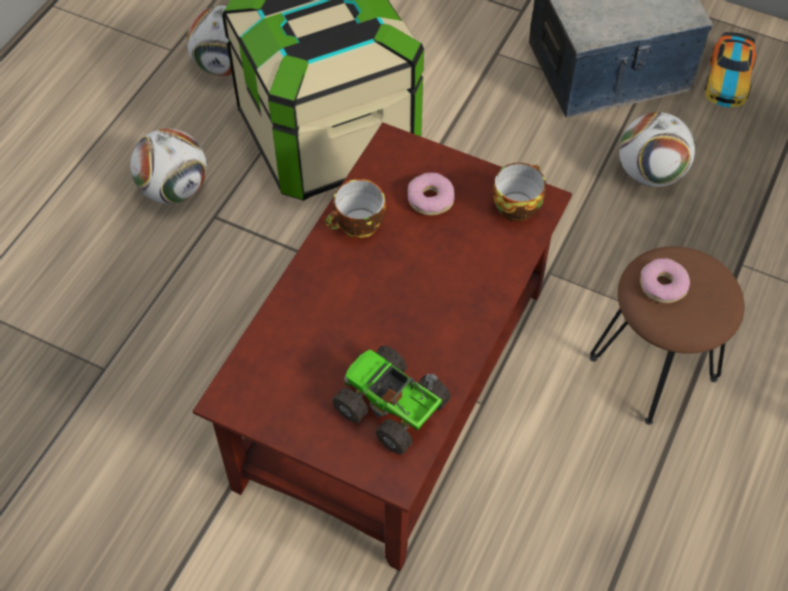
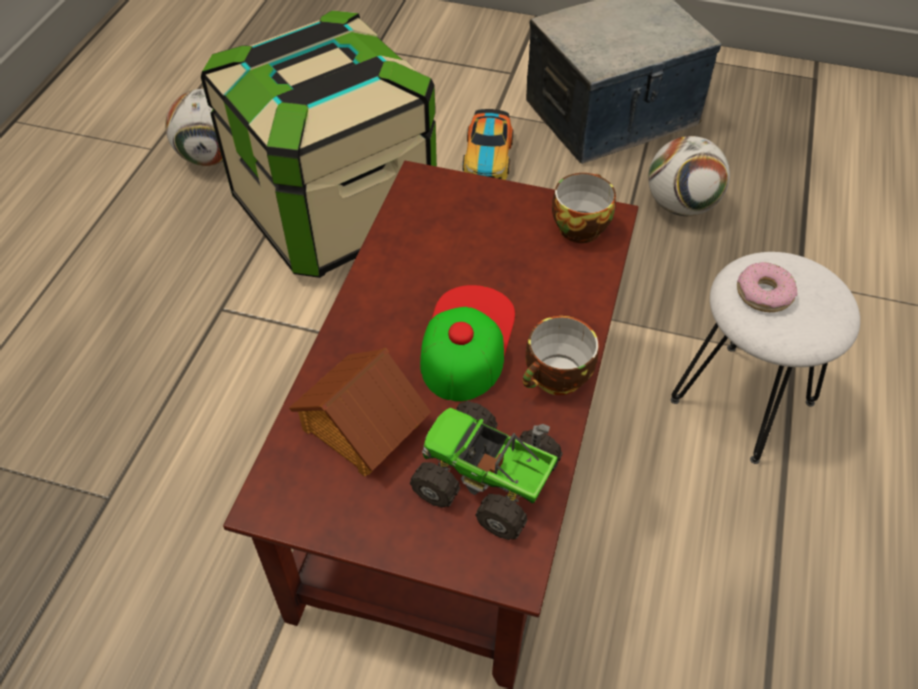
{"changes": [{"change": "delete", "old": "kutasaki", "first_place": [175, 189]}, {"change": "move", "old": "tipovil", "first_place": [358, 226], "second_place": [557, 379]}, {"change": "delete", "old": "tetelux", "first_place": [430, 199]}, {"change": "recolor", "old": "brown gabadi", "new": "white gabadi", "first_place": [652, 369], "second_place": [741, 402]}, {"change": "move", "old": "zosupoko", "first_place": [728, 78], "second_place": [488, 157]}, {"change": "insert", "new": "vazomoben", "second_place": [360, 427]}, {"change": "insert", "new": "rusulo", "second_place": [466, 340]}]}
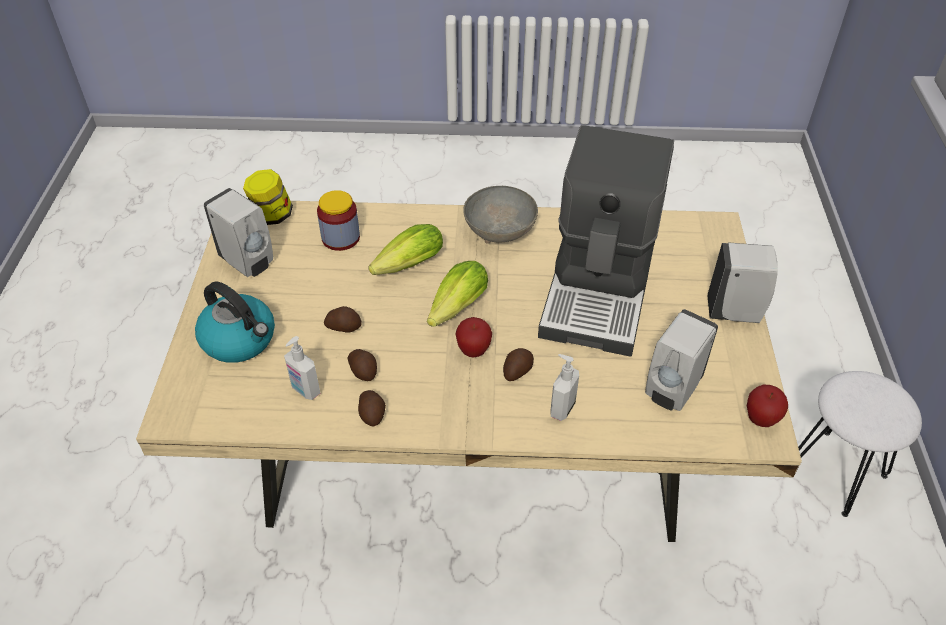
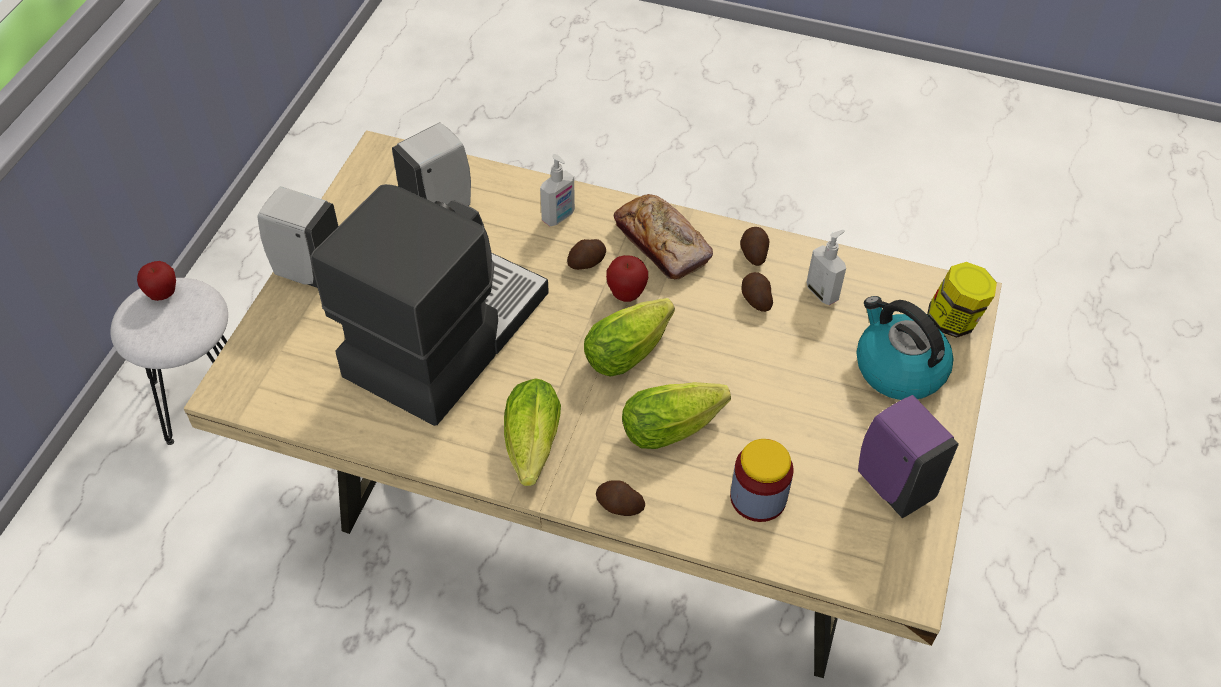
{"changes": [{"change": "recolor", "old": "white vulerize", "new": "purple vulerize", "first_place": [248, 263], "second_place": [892, 484]}, {"change": "move", "old": "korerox", "first_place": [272, 216], "second_place": [953, 321]}, {"change": "move", "old": "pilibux", "first_place": [343, 326], "second_place": [619, 506]}, {"change": "replace", "old": "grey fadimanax", "new": "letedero", "first_place": [499, 234], "second_place": [531, 449]}, {"change": "move", "old": "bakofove", "first_place": [761, 419], "second_place": [163, 294]}, {"change": "insert", "new": "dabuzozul", "second_place": [662, 244]}]}
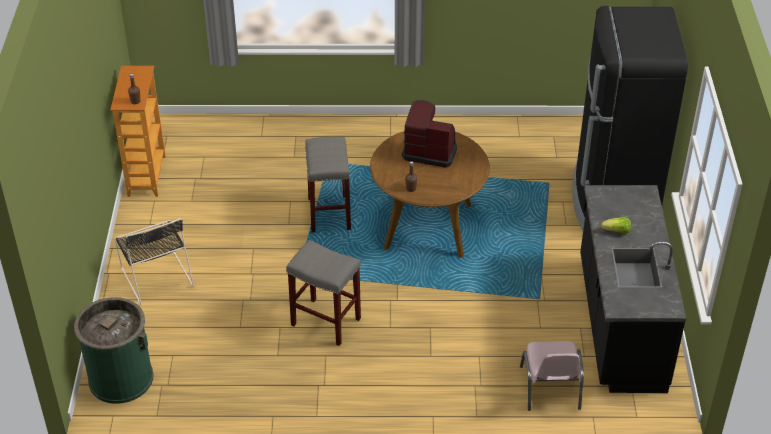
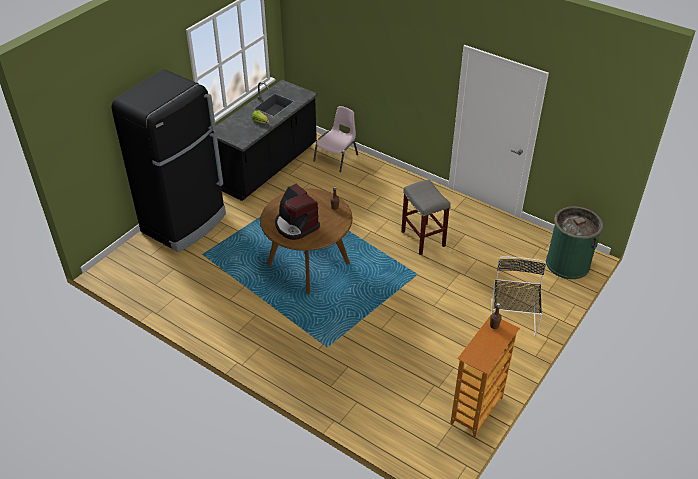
{"changes": [{"change": "delete", "old": "grey gabadi", "first_place": [328, 213]}]}
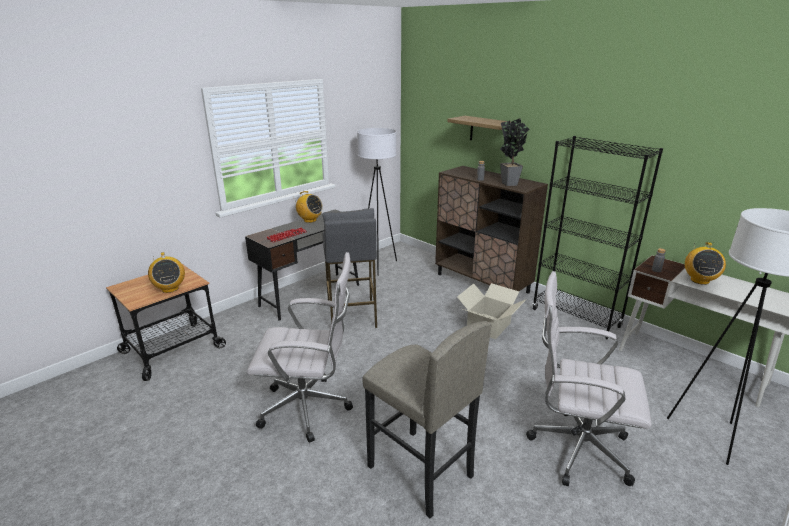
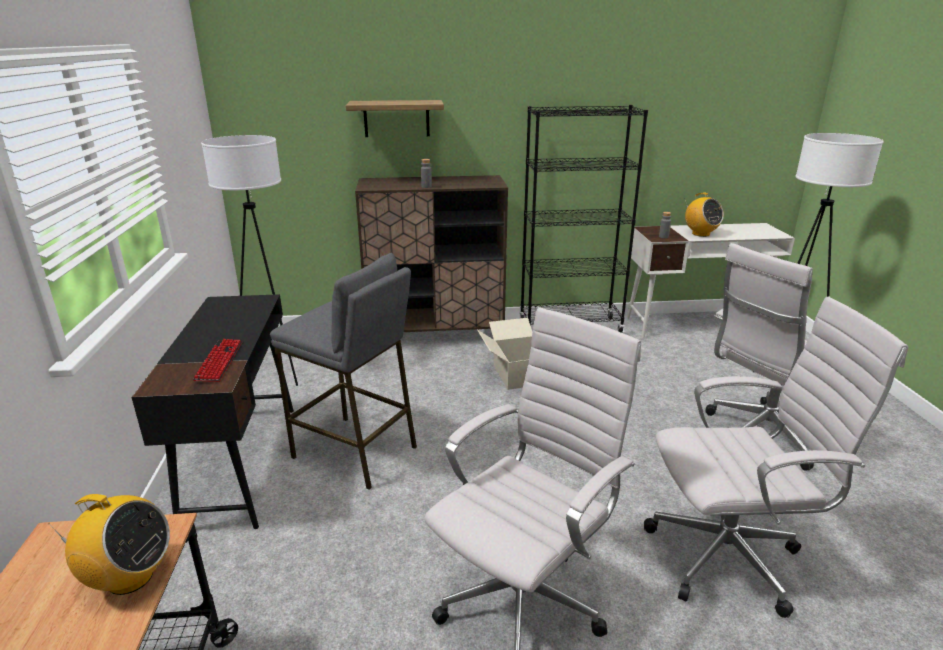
{"changes": [{"change": "delete", "old": "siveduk", "first_place": [309, 220]}, {"change": "replace", "old": "grey gabadi", "new": "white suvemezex", "first_place": [419, 472], "second_place": [731, 557]}, {"change": "delete", "old": "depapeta", "first_place": [509, 183]}]}
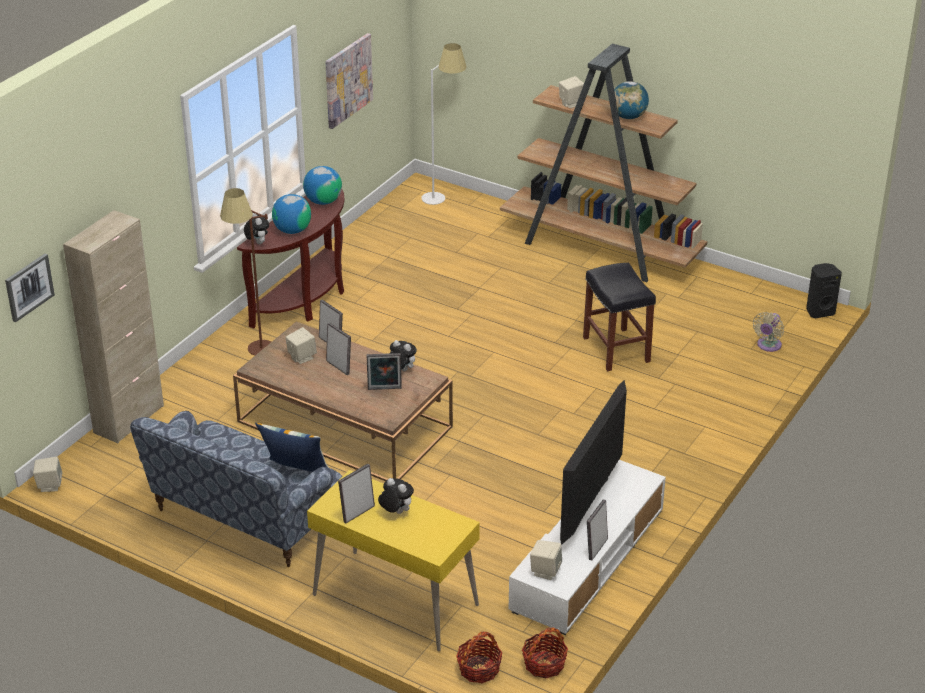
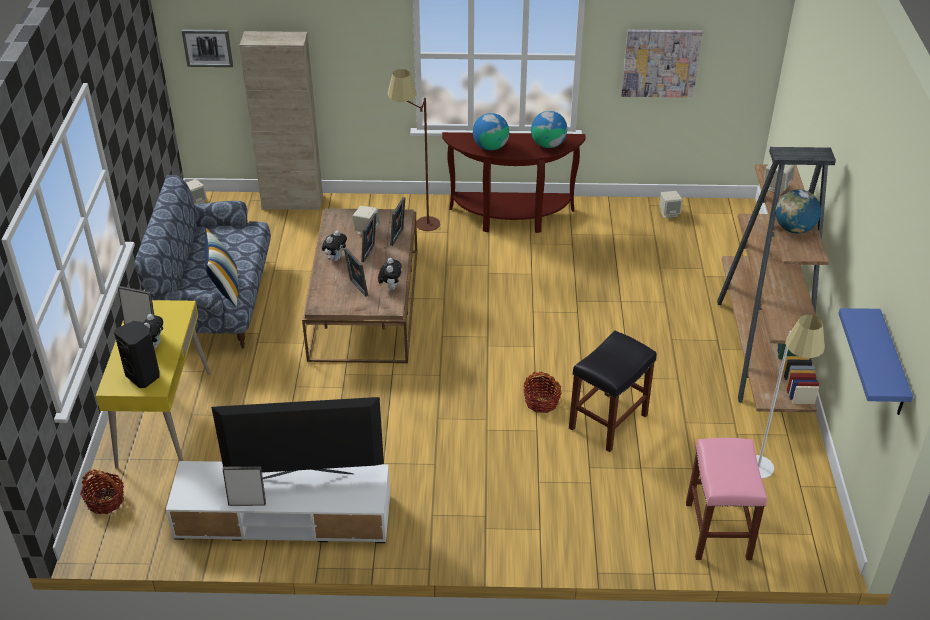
{"changes": [{"change": "move", "old": "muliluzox", "first_place": [257, 242], "second_place": [335, 258]}, {"change": "move", "old": "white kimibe", "first_place": [444, 199], "second_place": [765, 477]}, {"change": "move", "old": "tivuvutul", "first_place": [544, 664], "second_place": [541, 402]}, {"change": "move", "old": "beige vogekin", "first_place": [545, 571], "second_place": [669, 213]}, {"change": "replace", "old": "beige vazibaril", "new": "pink gabadi", "first_place": [768, 346], "second_place": [718, 532]}, {"change": "move", "old": "black vogekin", "first_place": [819, 311], "second_place": [144, 376]}, {"change": "insert", "new": "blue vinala", "second_place": [891, 365]}]}
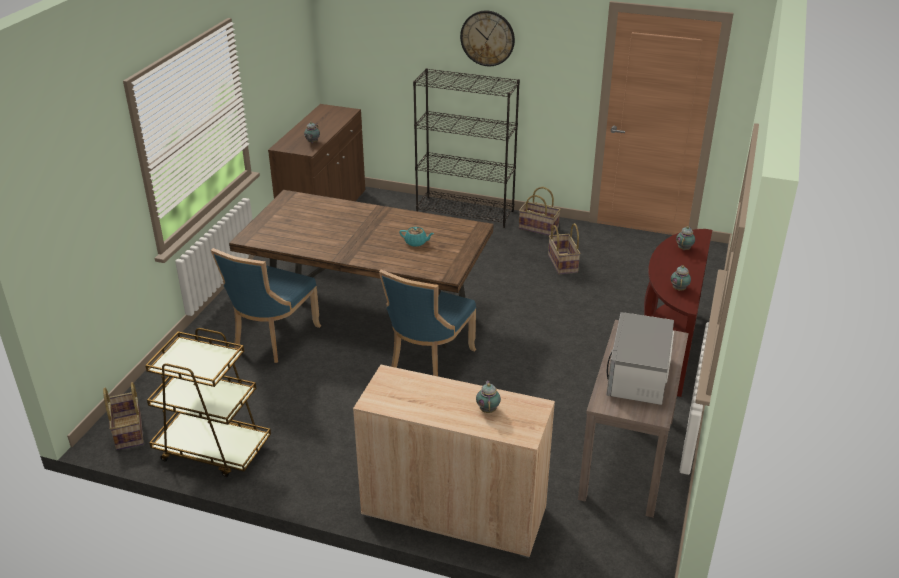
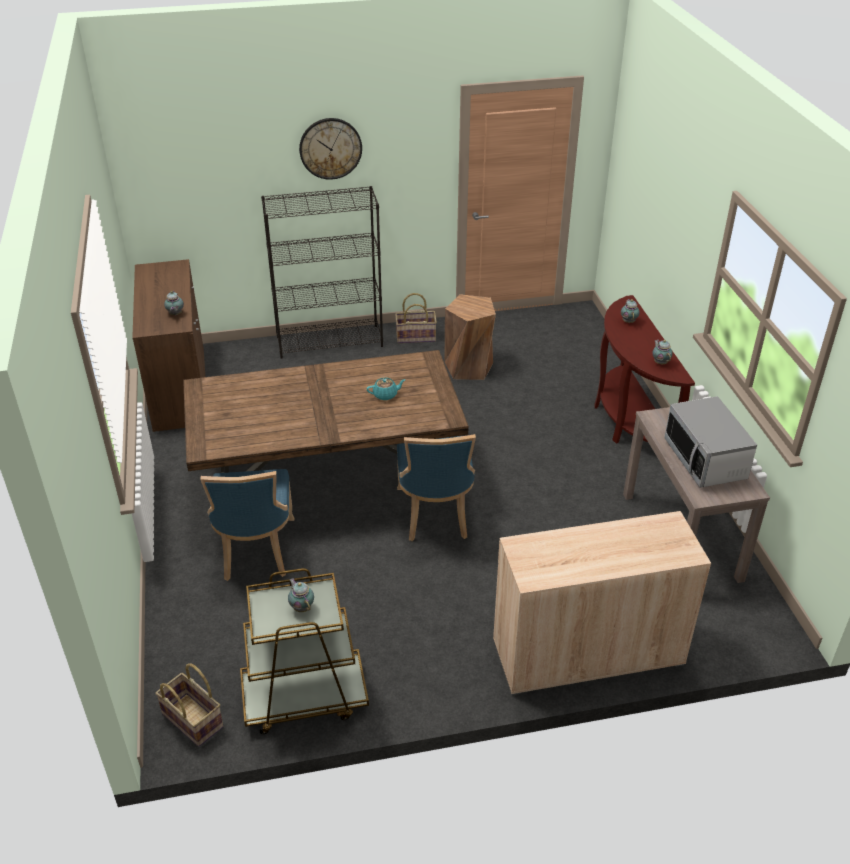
{"changes": [{"change": "move", "old": "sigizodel", "first_place": [488, 409], "second_place": [301, 607]}, {"change": "replace", "old": "tivuvutul", "new": "brown gabadi", "first_place": [562, 263], "second_place": [469, 367]}]}
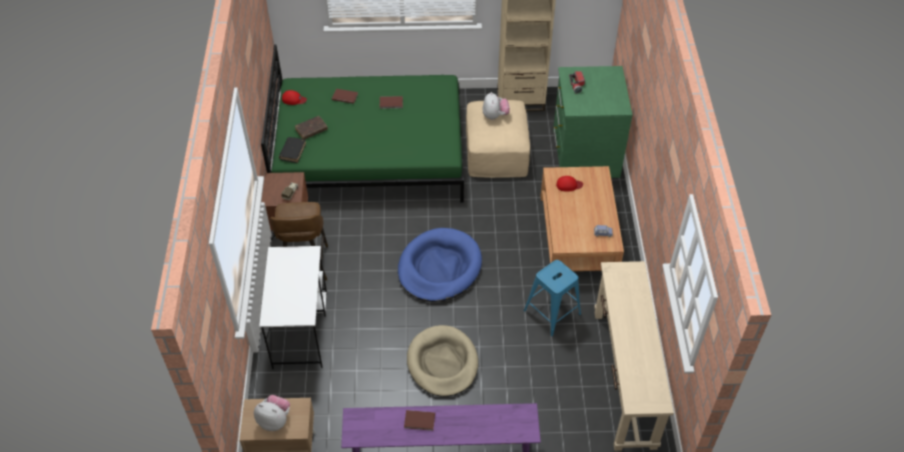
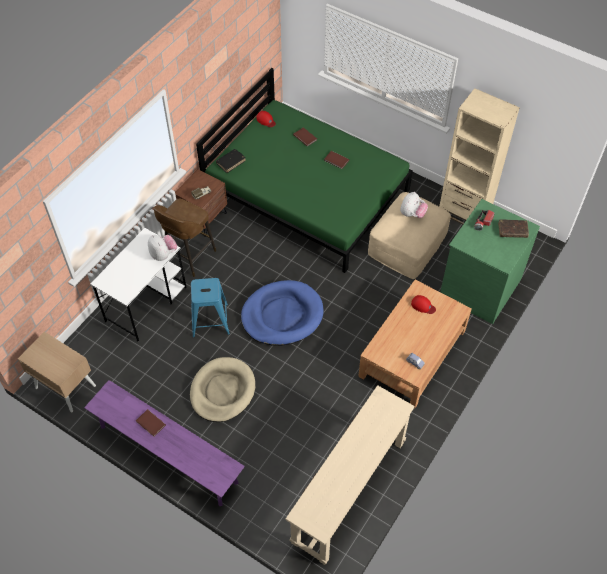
{"changes": [{"change": "move", "old": "muliluzox", "first_place": [275, 420], "second_place": [163, 254]}, {"change": "move", "old": "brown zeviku", "first_place": [311, 130], "second_place": [512, 231]}, {"change": "move", "old": "blue gabadi", "first_place": [552, 312], "second_place": [210, 320]}]}
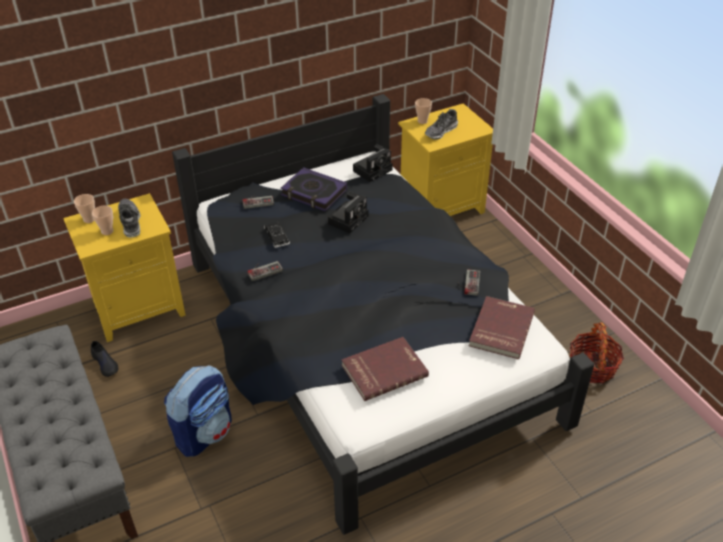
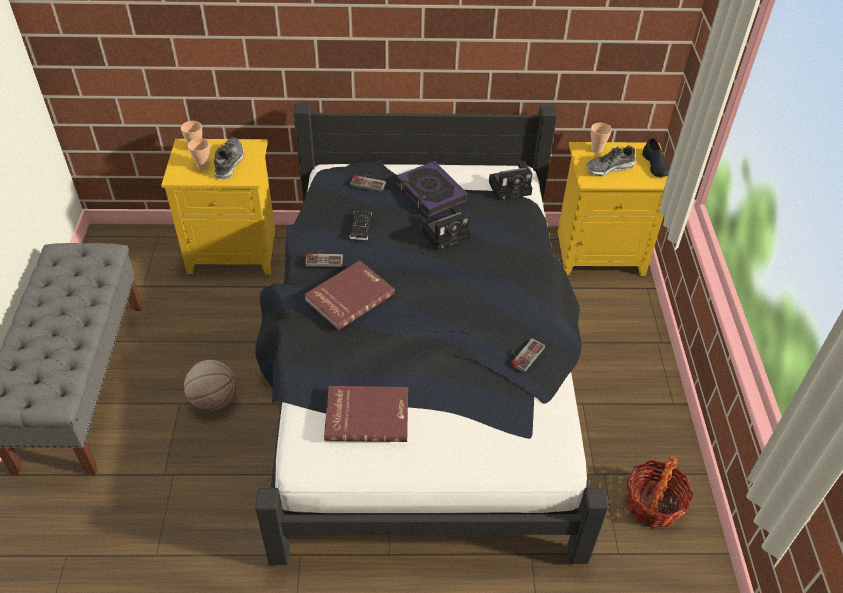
{"changes": [{"change": "move", "old": "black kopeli", "first_place": [105, 363], "second_place": [655, 165]}, {"change": "replace", "old": "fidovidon", "new": "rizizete", "first_place": [204, 432], "second_place": [214, 400]}, {"change": "move", "old": "red zeviku", "first_place": [500, 329], "second_place": [348, 296]}]}
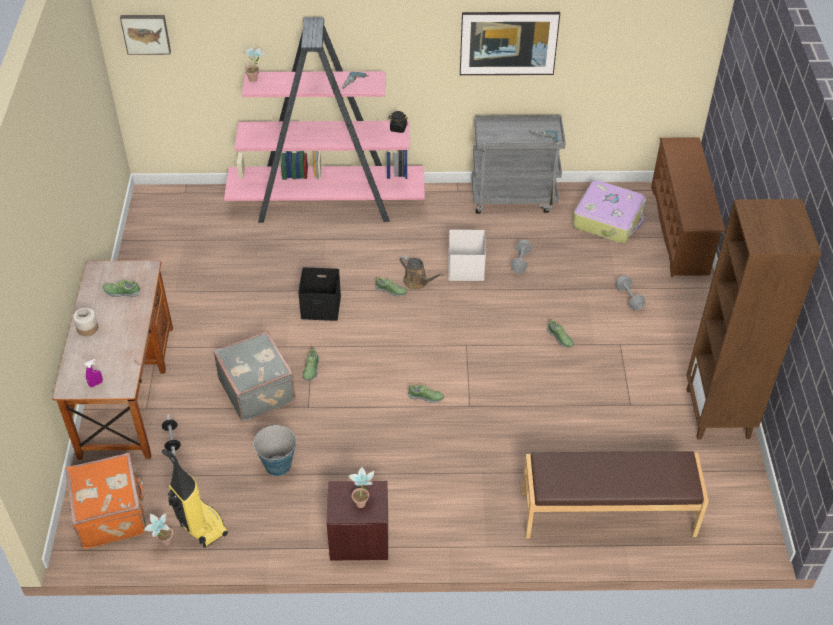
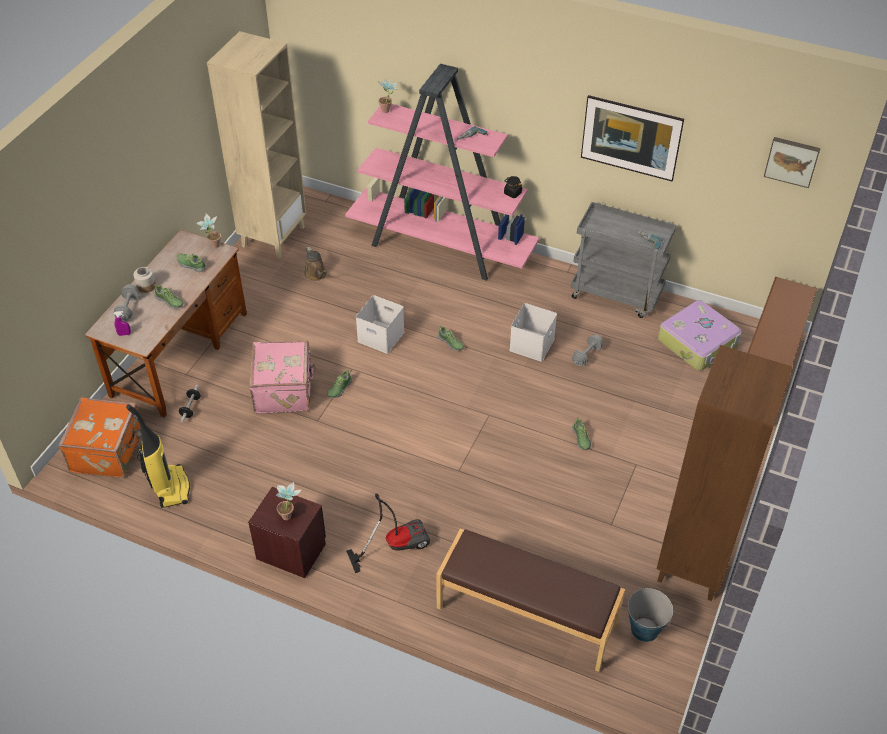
{"changes": [{"change": "move", "old": "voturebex", "first_place": [146, 33], "second_place": [792, 161]}, {"change": "move", "old": "depapeta", "first_place": [163, 544], "second_place": [212, 246]}, {"change": "recolor", "old": "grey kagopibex", "new": "pink kagopibex", "first_place": [258, 390], "second_place": [285, 391]}, {"change": "move", "old": "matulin", "first_place": [278, 465], "second_place": [644, 629]}, {"change": "recolor", "old": "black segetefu", "new": "white segetefu", "first_place": [320, 307], "second_place": [379, 337]}, {"change": "move", "old": "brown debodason", "first_place": [417, 282], "second_place": [316, 274]}, {"change": "move", "old": "kopeli", "first_place": [425, 397], "second_place": [169, 301]}, {"change": "move", "old": "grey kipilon", "first_place": [629, 298], "second_place": [128, 309]}, {"change": "insert", "new": "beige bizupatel", "second_place": [273, 236]}, {"change": "insert", "new": "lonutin", "second_place": [395, 544]}]}
